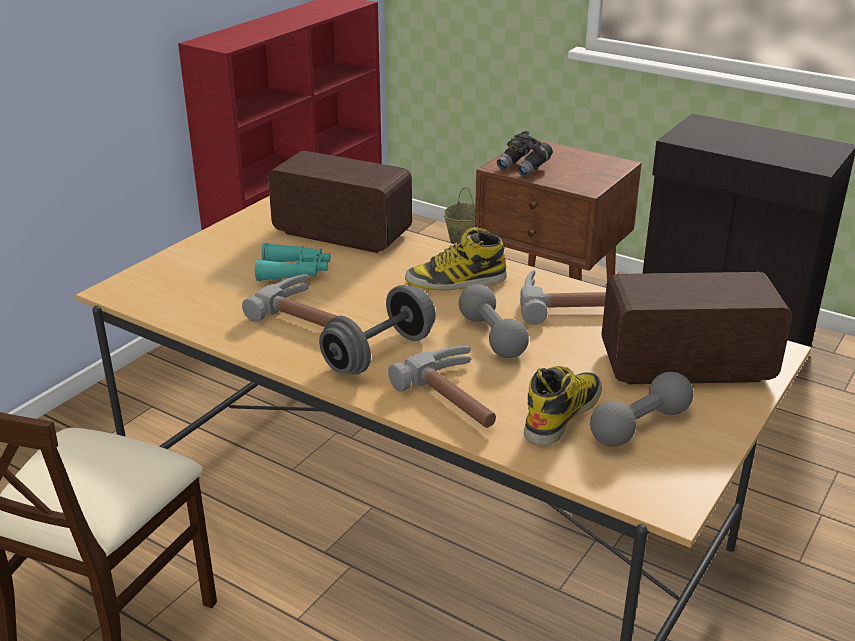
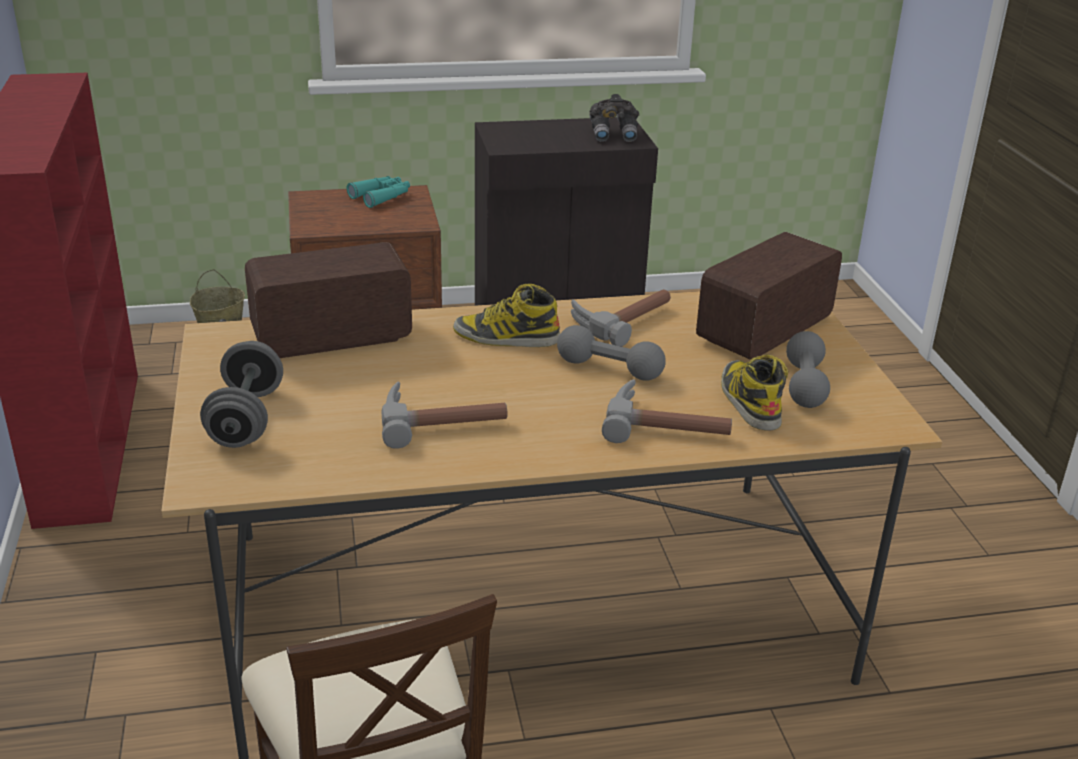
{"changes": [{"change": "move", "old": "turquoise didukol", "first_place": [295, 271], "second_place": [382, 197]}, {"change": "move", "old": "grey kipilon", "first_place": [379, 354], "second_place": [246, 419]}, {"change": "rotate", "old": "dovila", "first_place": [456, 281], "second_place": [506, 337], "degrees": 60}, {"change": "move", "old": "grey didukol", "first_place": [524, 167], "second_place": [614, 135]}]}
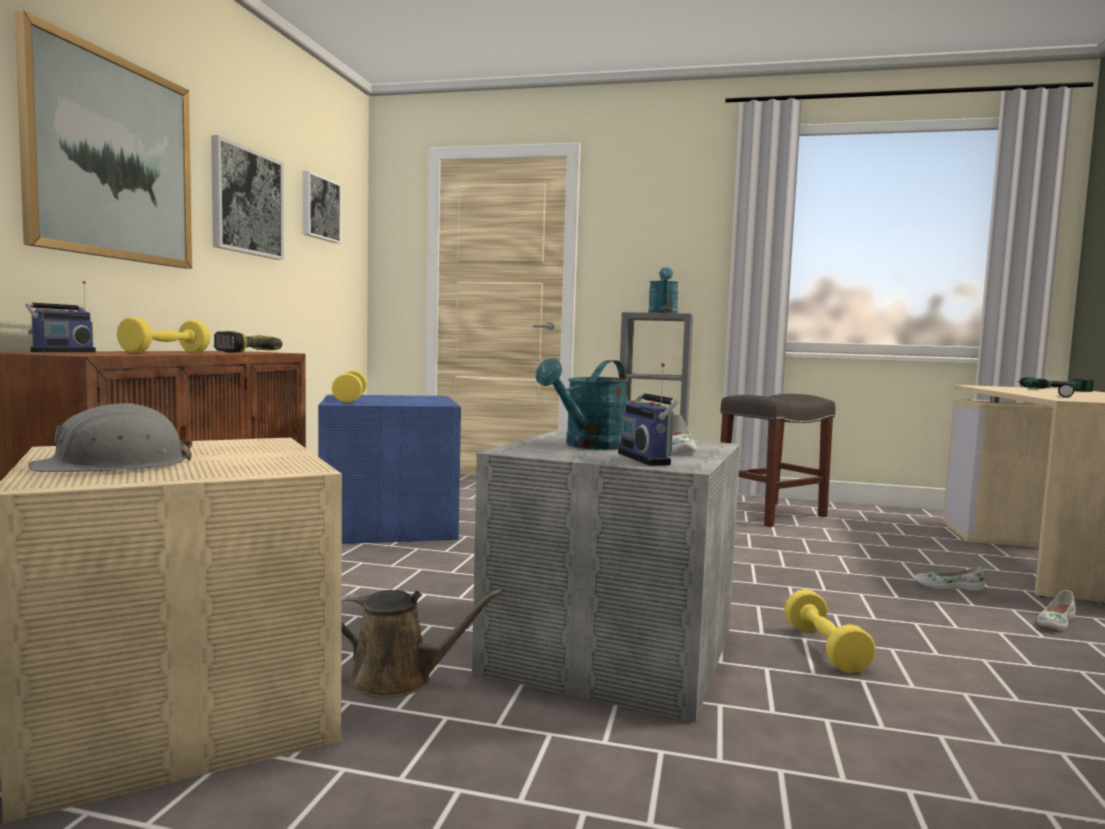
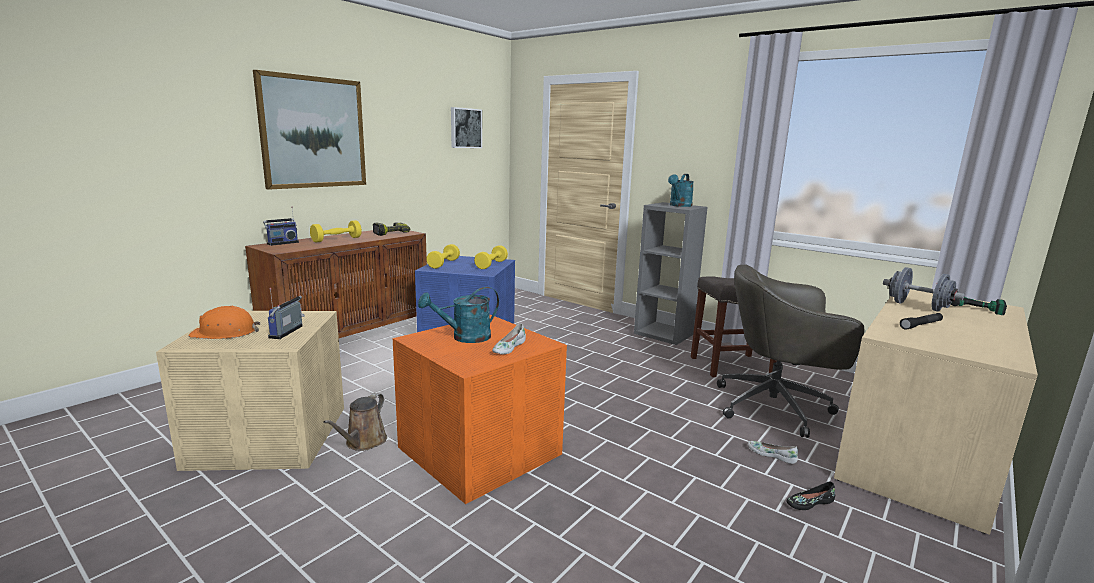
{"changes": [{"change": "recolor", "old": "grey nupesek", "new": "orange nupesek", "first_place": [114, 465], "second_place": [225, 333]}, {"change": "delete", "old": "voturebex", "first_place": [246, 202]}, {"change": "rotate", "old": "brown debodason", "first_place": [399, 680], "second_place": [363, 442], "degrees": 75}, {"change": "recolor", "old": "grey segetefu", "new": "orange segetefu", "first_place": [615, 650], "second_place": [482, 451]}, {"change": "move", "old": "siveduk", "first_place": [647, 459], "second_place": [288, 332]}, {"change": "move", "old": "yellow kipilon", "first_place": [825, 649], "second_place": [491, 265]}, {"change": "recolor", "old": "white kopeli", "new": "black kopeli", "first_place": [1055, 622], "second_place": [809, 502]}, {"change": "insert", "new": "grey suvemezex", "second_place": [776, 407]}, {"change": "insert", "new": "grey kipilon", "second_place": [917, 306]}]}
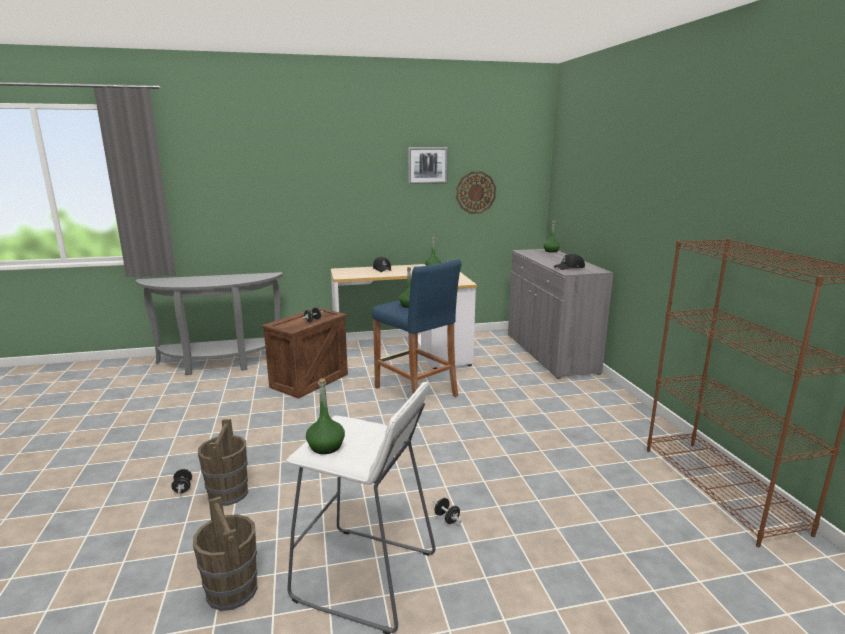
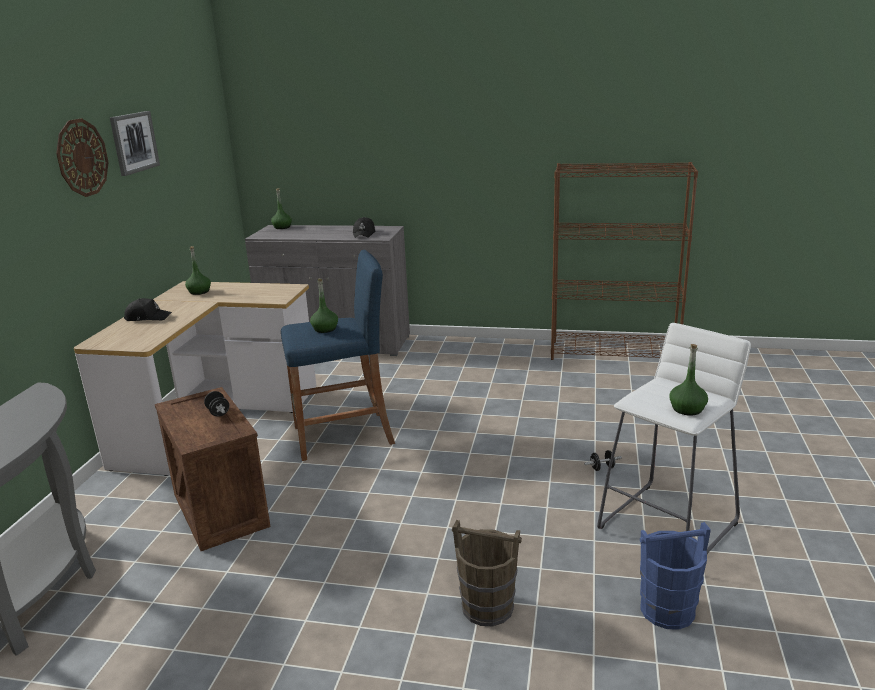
{"changes": [{"change": "delete", "old": "black kipilon", "first_place": [183, 488]}, {"change": "recolor", "old": "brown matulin", "new": "blue matulin", "first_place": [232, 591], "second_place": [668, 610]}, {"change": "move", "old": "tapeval", "first_place": [475, 192], "second_place": [82, 157]}]}
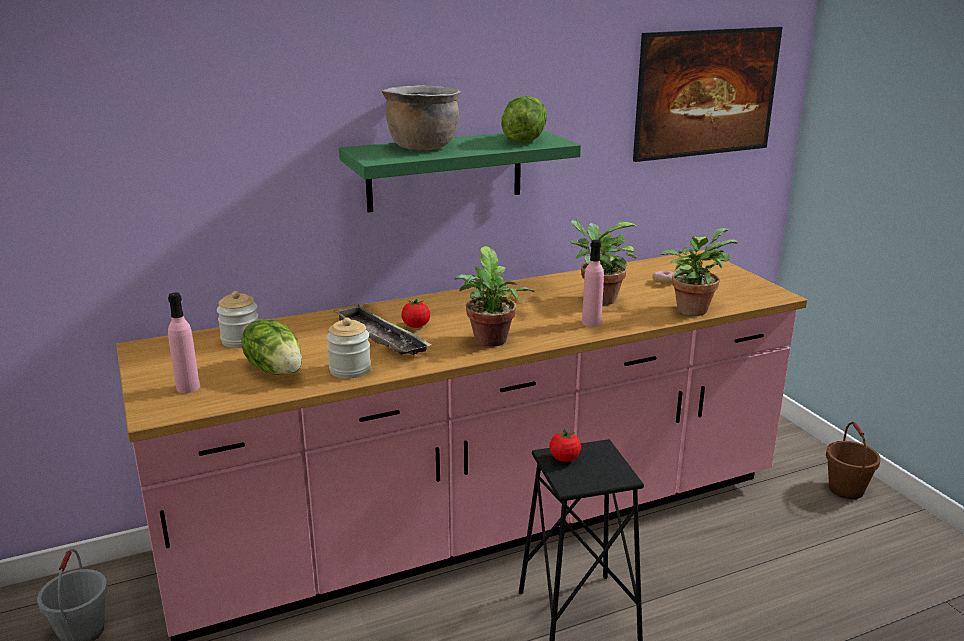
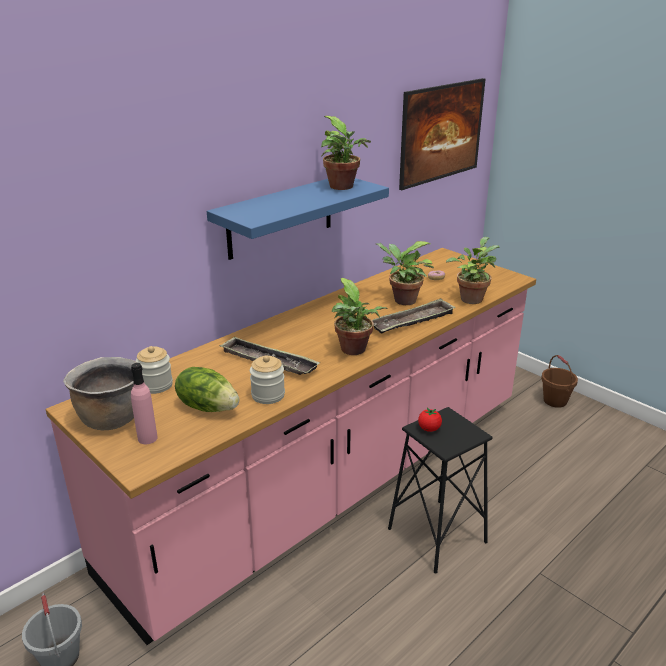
{"changes": [{"change": "recolor", "old": "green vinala", "new": "blue vinala", "first_place": [445, 170], "second_place": [280, 217]}, {"change": "move", "old": "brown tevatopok", "first_place": [422, 147], "second_place": [111, 418]}, {"change": "delete", "old": "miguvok", "first_place": [416, 326]}, {"change": "replace", "old": "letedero", "new": "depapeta", "first_place": [523, 140], "second_place": [343, 187]}, {"change": "replace", "old": "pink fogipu", "new": "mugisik", "first_place": [591, 322], "second_place": [412, 321]}]}
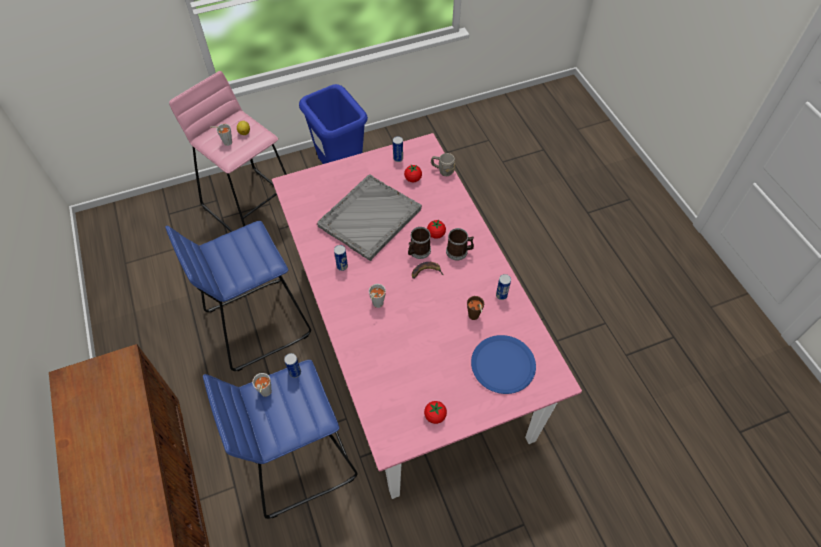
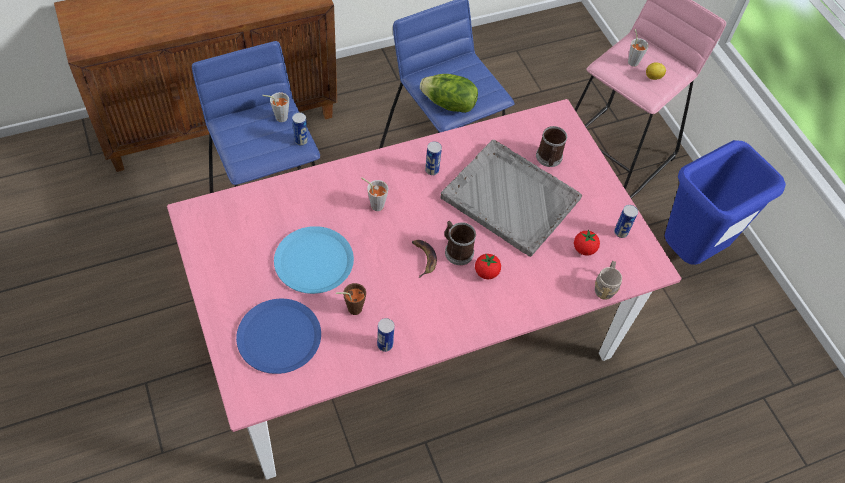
{"changes": [{"change": "delete", "old": "miguvok", "first_place": [435, 416]}, {"change": "move", "old": "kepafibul", "first_place": [459, 251], "second_place": [549, 159]}, {"change": "insert", "new": "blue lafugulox", "second_place": [314, 261]}, {"change": "insert", "new": "letedero", "second_place": [449, 104]}]}
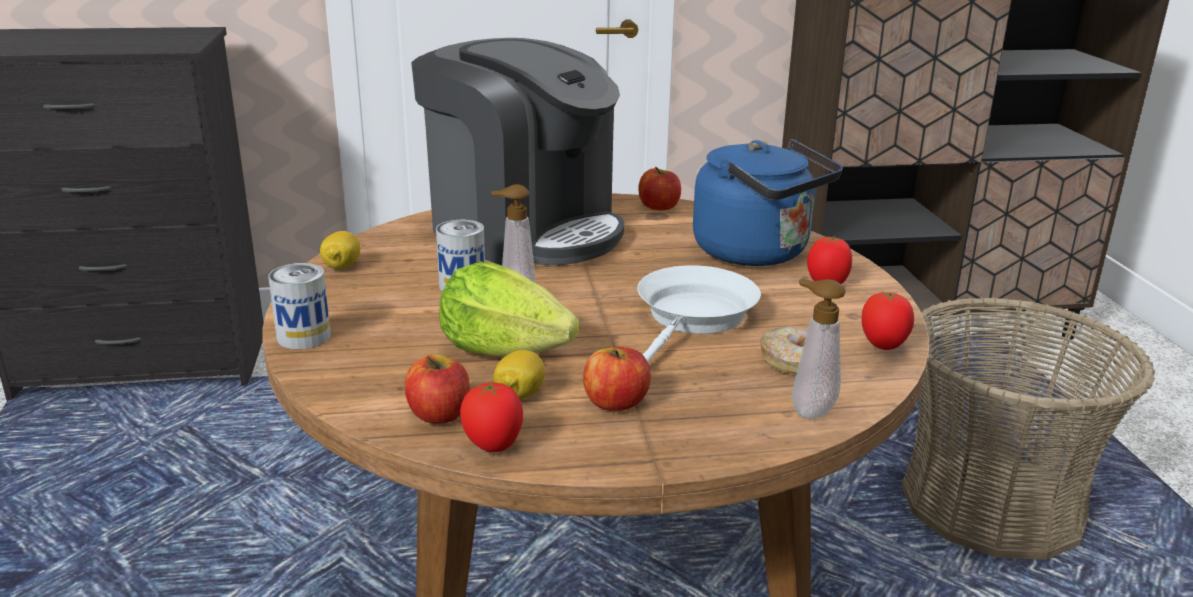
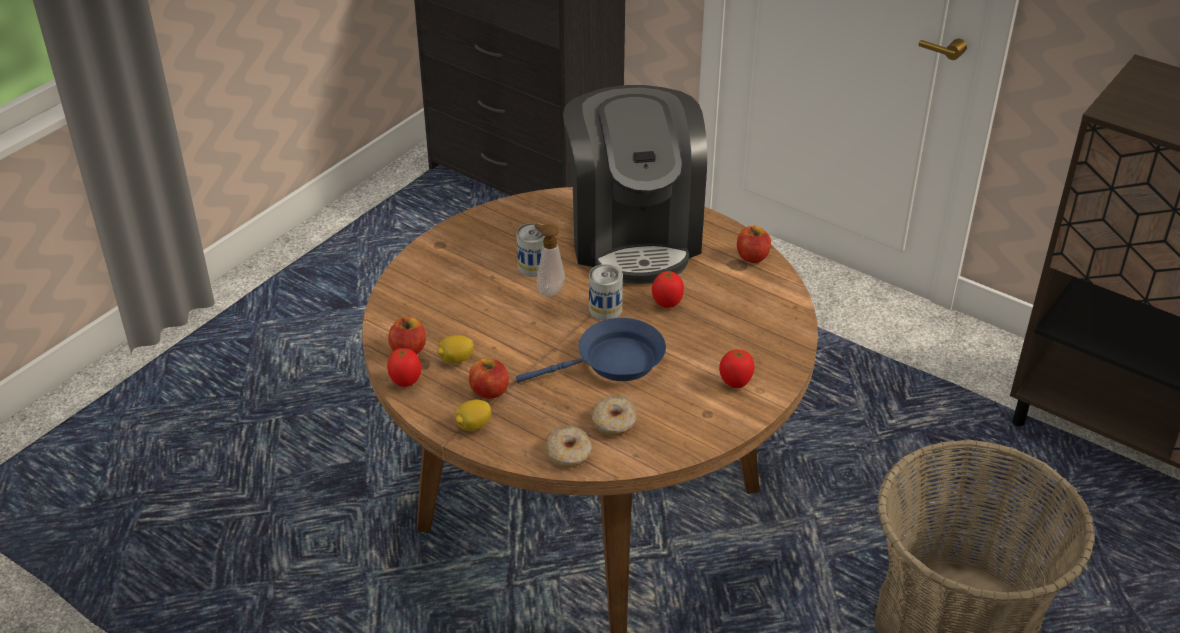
{"changes": [{"change": "move", "old": "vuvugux", "first_place": [303, 337], "second_place": [605, 309]}, {"change": "move", "old": "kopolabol", "first_place": [342, 267], "second_place": [473, 426]}, {"change": "delete", "old": "letedero", "first_place": [503, 350]}, {"change": "recolor", "old": "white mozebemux", "new": "blue mozebemux", "first_place": [693, 319], "second_place": [613, 362]}, {"change": "delete", "old": "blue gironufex", "first_place": [757, 253]}, {"change": "replace", "old": "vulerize", "new": "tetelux", "first_place": [809, 410], "second_place": [568, 453]}, {"change": "move", "old": "miguvok", "first_place": [883, 346], "second_place": [667, 304]}]}
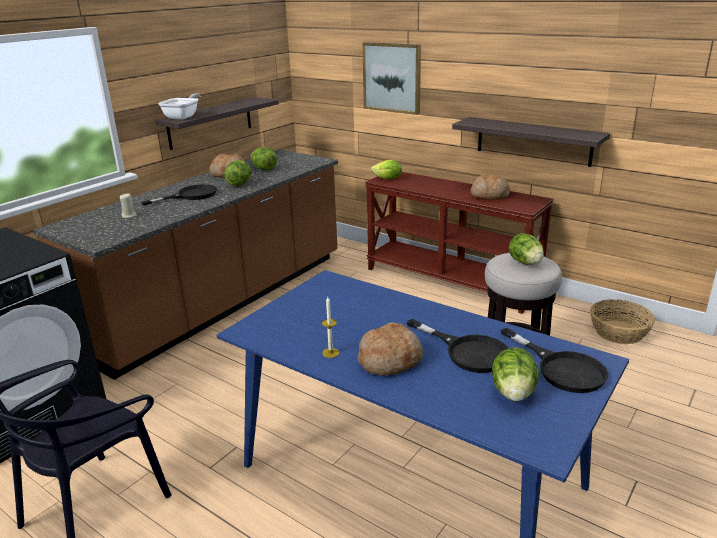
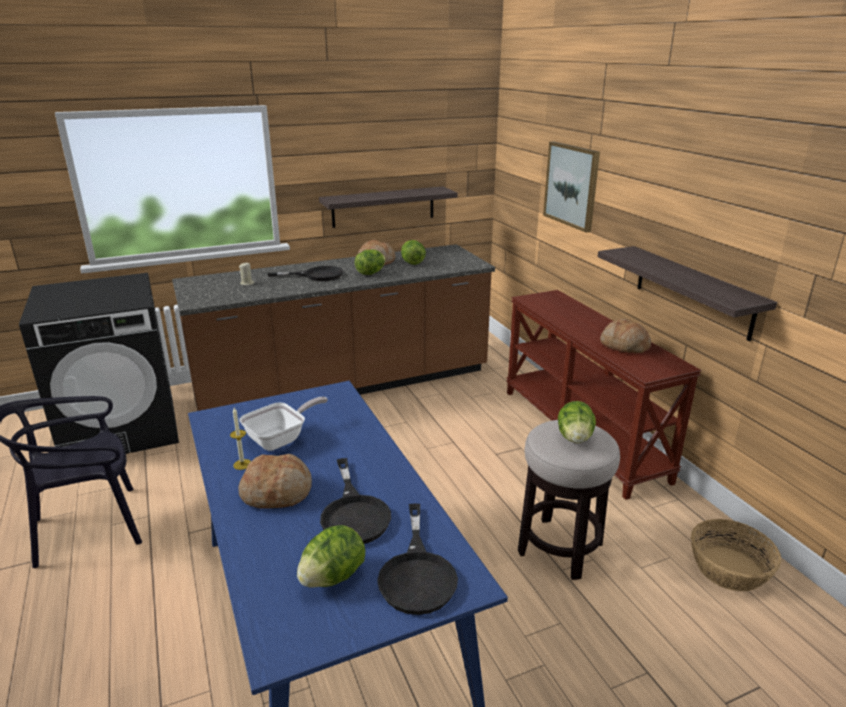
{"changes": [{"change": "move", "old": "mozebemux", "first_place": [183, 116], "second_place": [281, 439]}, {"change": "delete", "old": "letedero", "first_place": [387, 179]}]}
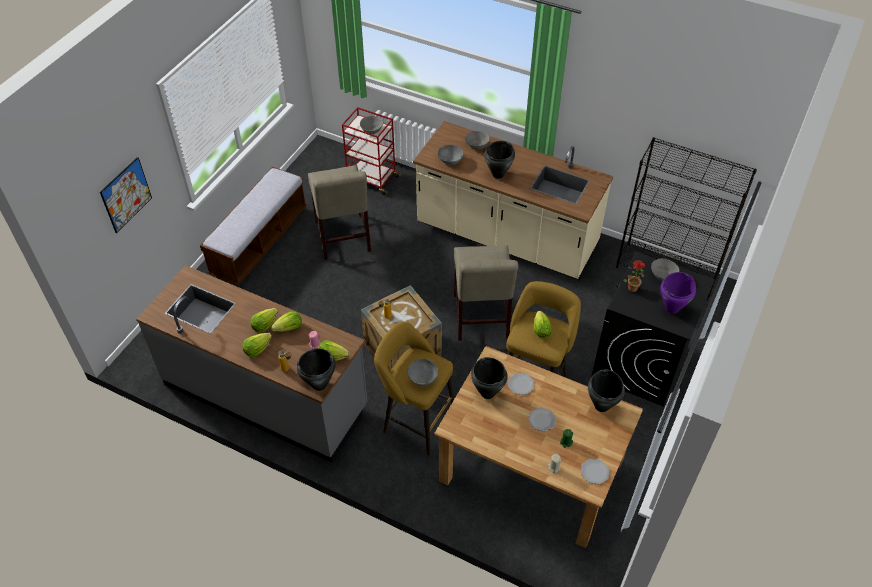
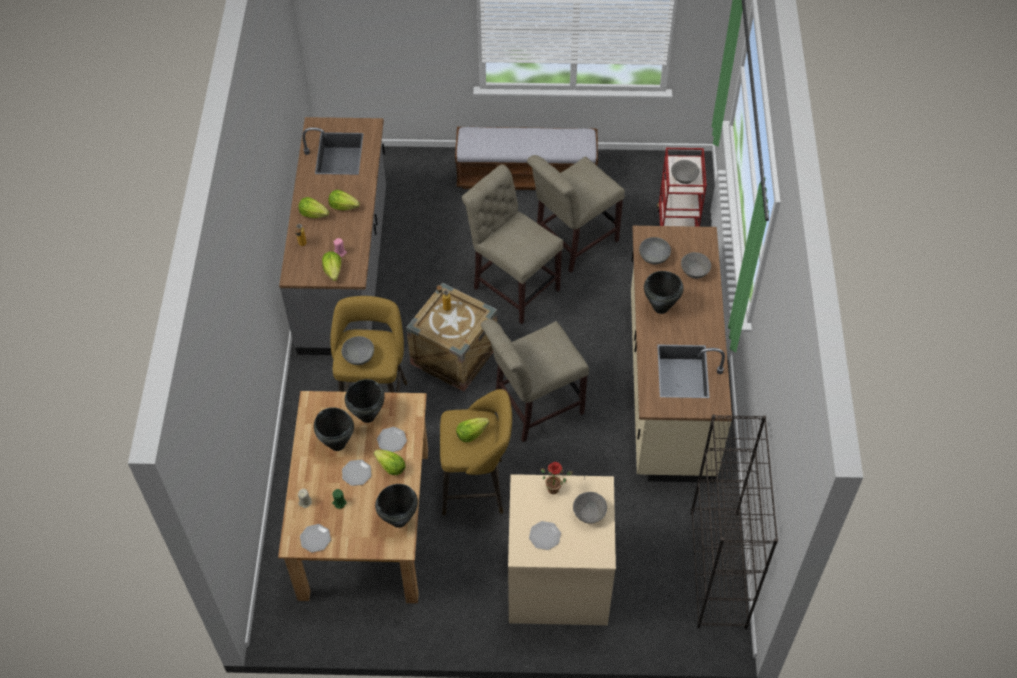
{"changes": [{"change": "delete", "old": "voturebex", "first_place": [126, 195]}, {"change": "move", "old": "letedero", "first_place": [289, 328], "second_place": [391, 467]}, {"change": "move", "old": "black tevatopok", "first_place": [320, 384], "second_place": [337, 444]}, {"change": "recolor", "old": "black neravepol", "new": "beige neravepol", "first_place": [639, 363], "second_place": [557, 581]}, {"change": "replace", "old": "purple tevatopok", "new": "lafugulox", "first_place": [672, 308], "second_place": [545, 536]}, {"change": "insert", "new": "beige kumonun", "second_place": [513, 286]}]}
